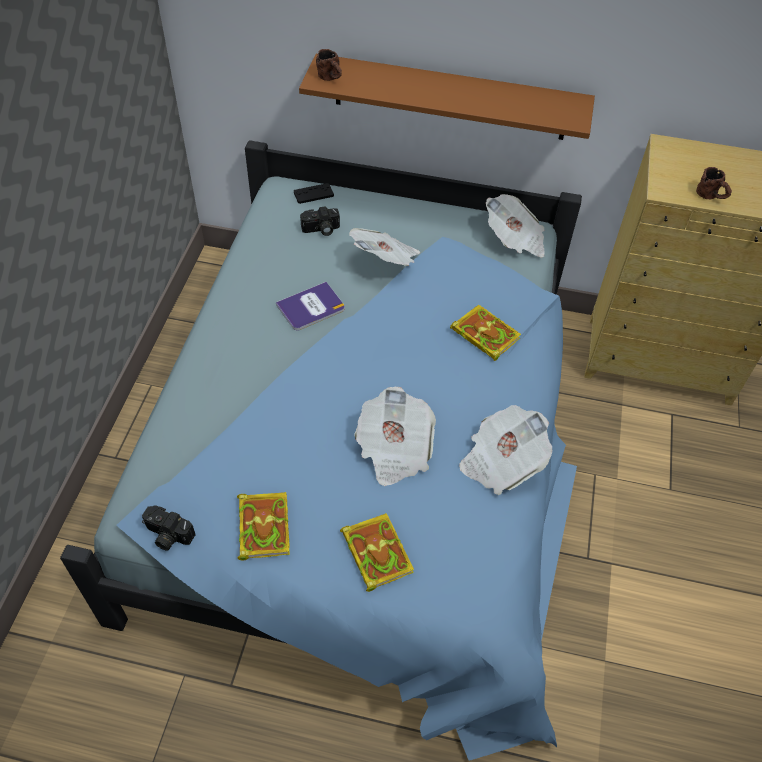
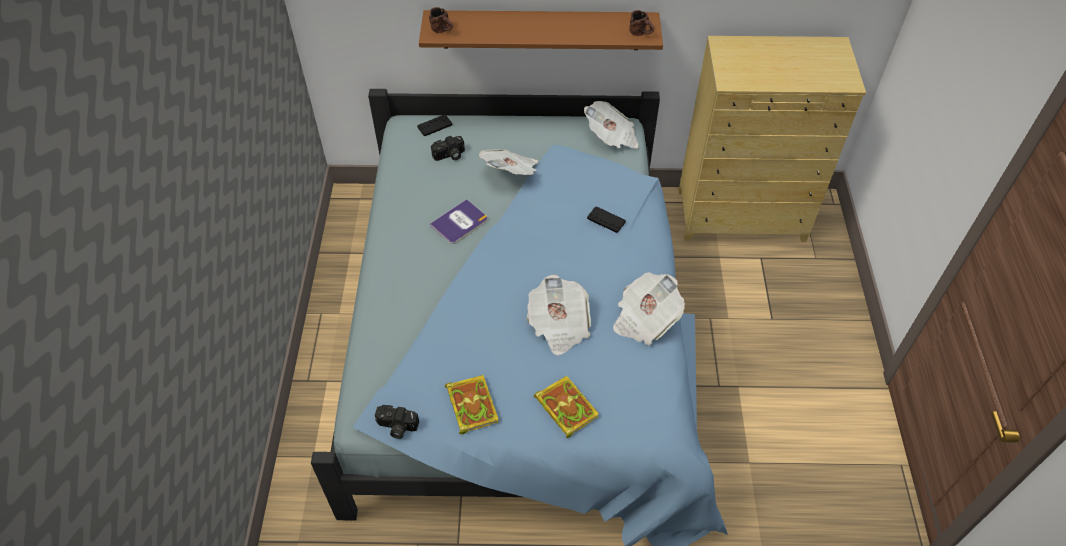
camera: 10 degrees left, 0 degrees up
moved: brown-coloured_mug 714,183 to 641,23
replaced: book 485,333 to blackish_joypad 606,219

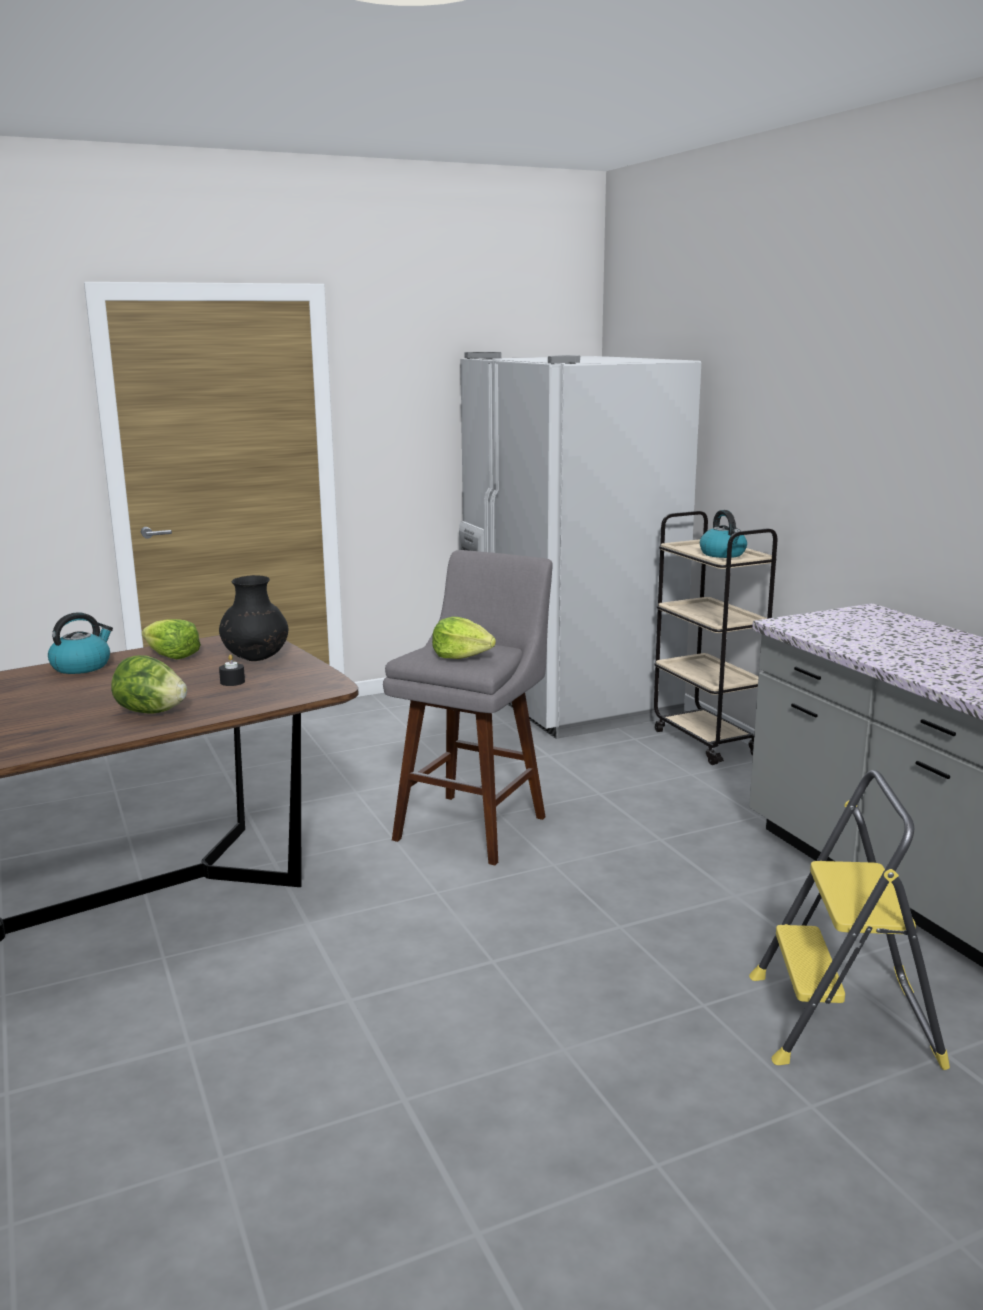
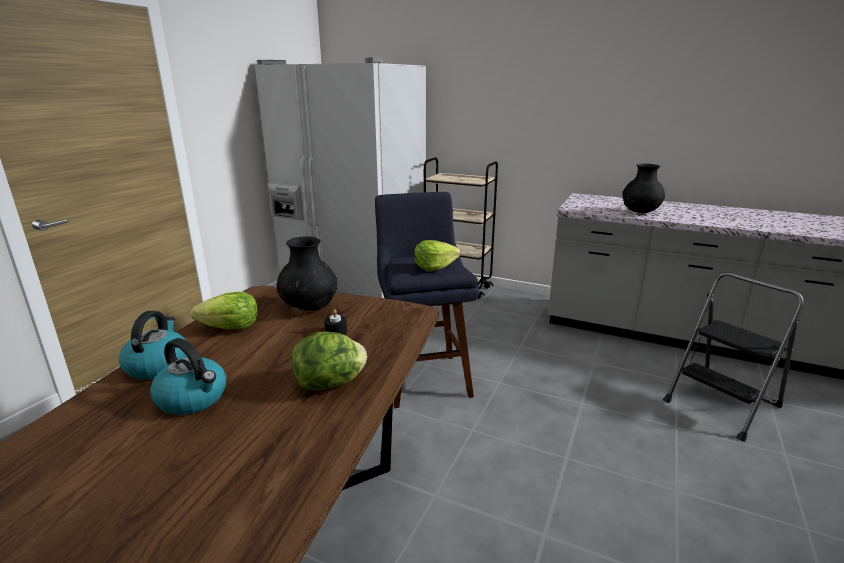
camera: 40 degrees left, 5 degrees up
added: blackish_flower_vase 643,188
moved: water_kettle 723,534 to 188,376
recoloured: grey_stool 468,707 to bluish_stool 427,300; yellow_step_stool 849,920 to blackish_step_stool 733,357

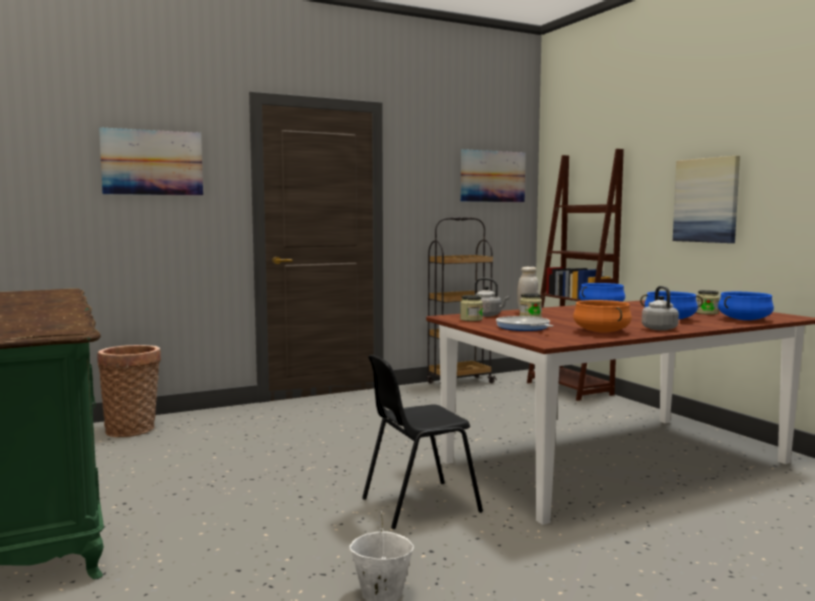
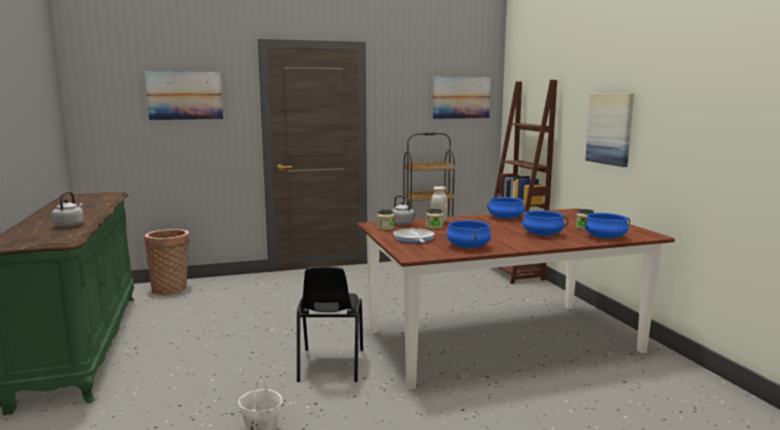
camera: 10 degrees right, 5 degrees up
moved: grey_water_kettle 660,308 to 67,209
recoloured: orange-coloured_saucepot 602,316 to bluish_saucepot 469,234
turned: blackish_upright_chair 422,442 = 330,324 75 degrees counterclockwise

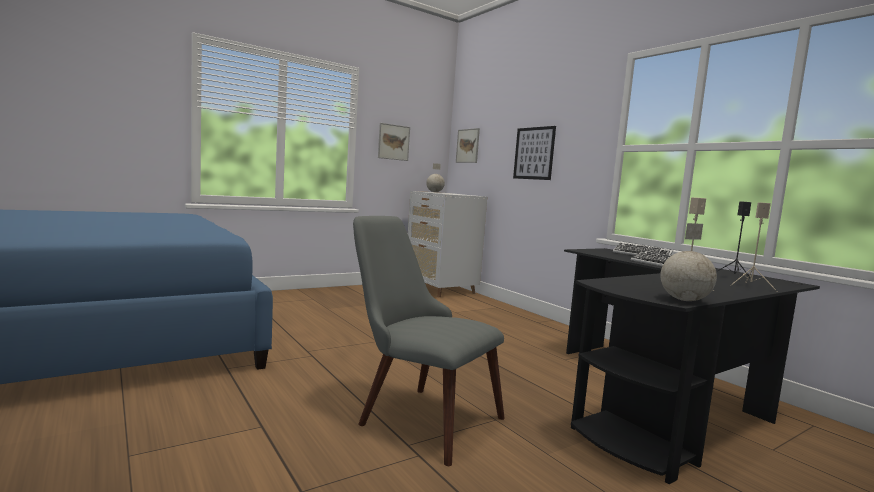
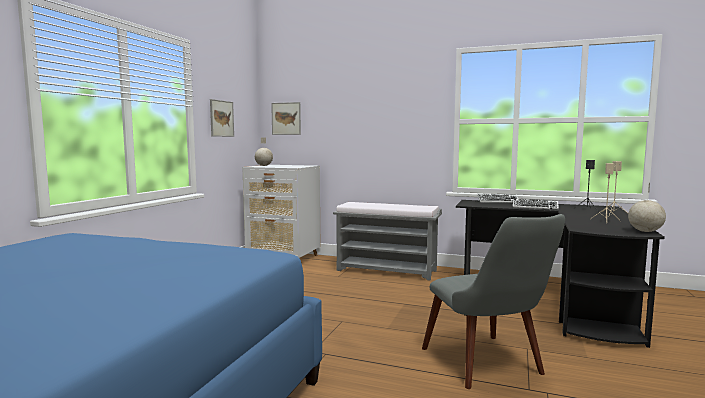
camera: 35 degrees left, 0 degrees up
removed: wall_art 534,153
added: grey_indoor_bench 387,241
turned: grey_upright_chair 429,341 = 493,301 105 degrees counterclockwise

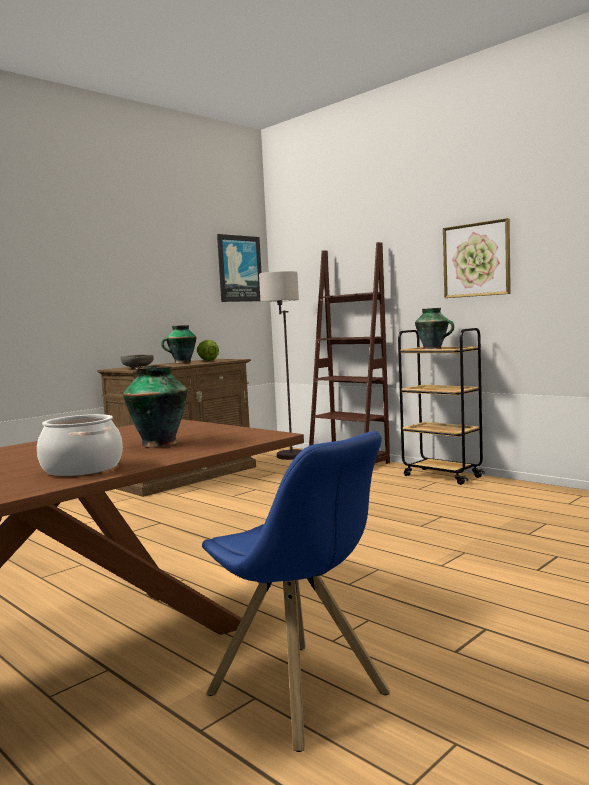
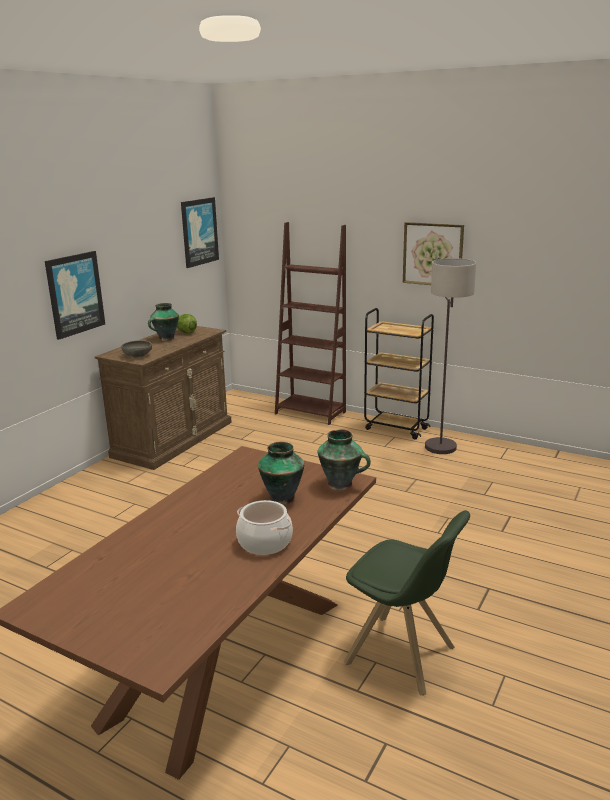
camera: 15 degrees left, 15 degrees up
added: wall_art 75,295
moved: grey_standing_lamp 280,365 to 450,356; flower_vase 434,328 to 344,460
recoloured: bluish_upright_chair 296,591 to green_upright_chair 407,602

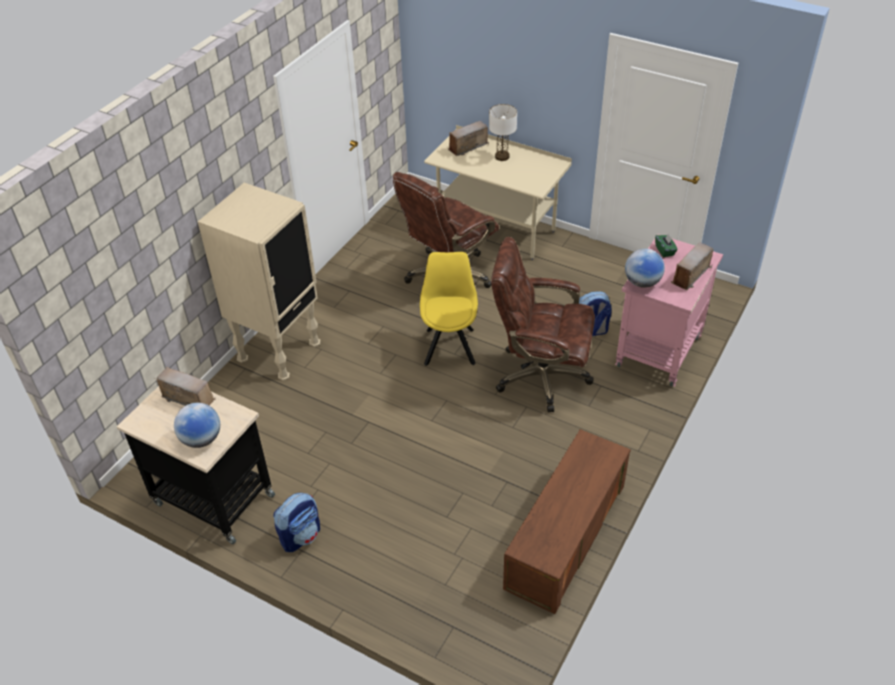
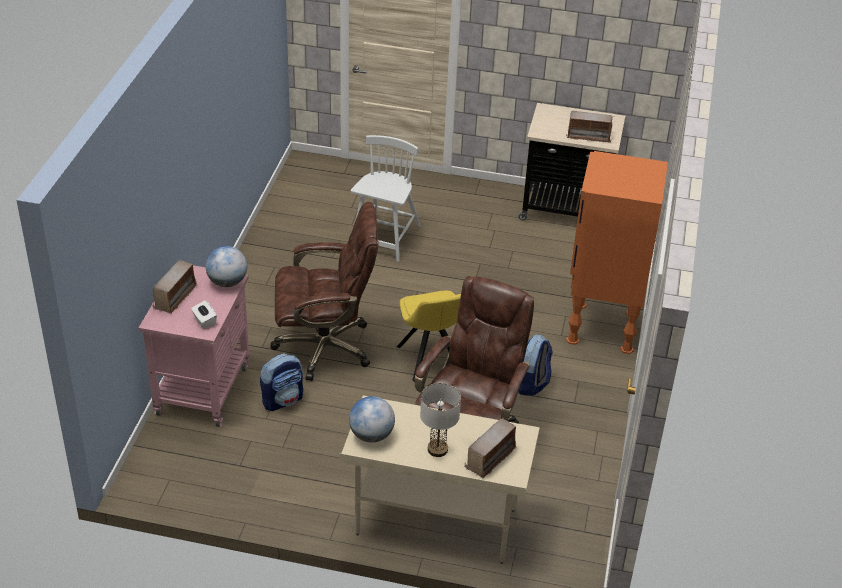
camera: 160 degrees right, 5 degrees down
removed: brown-coloured_indoor_bench 567,521
added: white-coloured_upright_chair 386,198
moved: globe 197,425 to 372,419; knapsack 296,522 to 535,365
recoloured: beige_cupboard 259,282 to orange-coloured_cupboard 617,252; green_box_of_tissues 666,245 to white-coloured_box_of_tissues 204,314

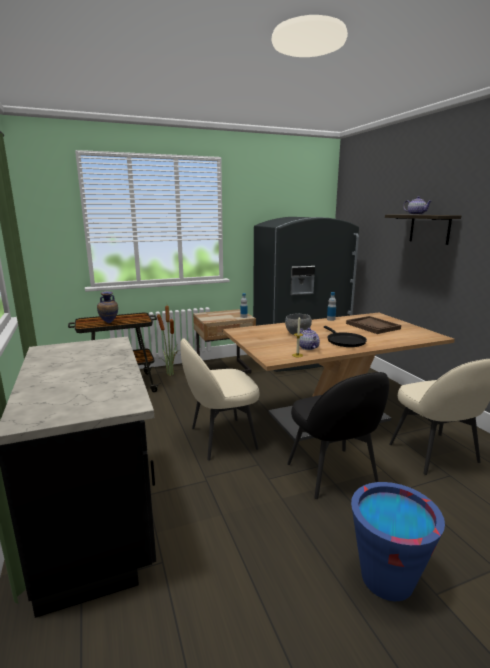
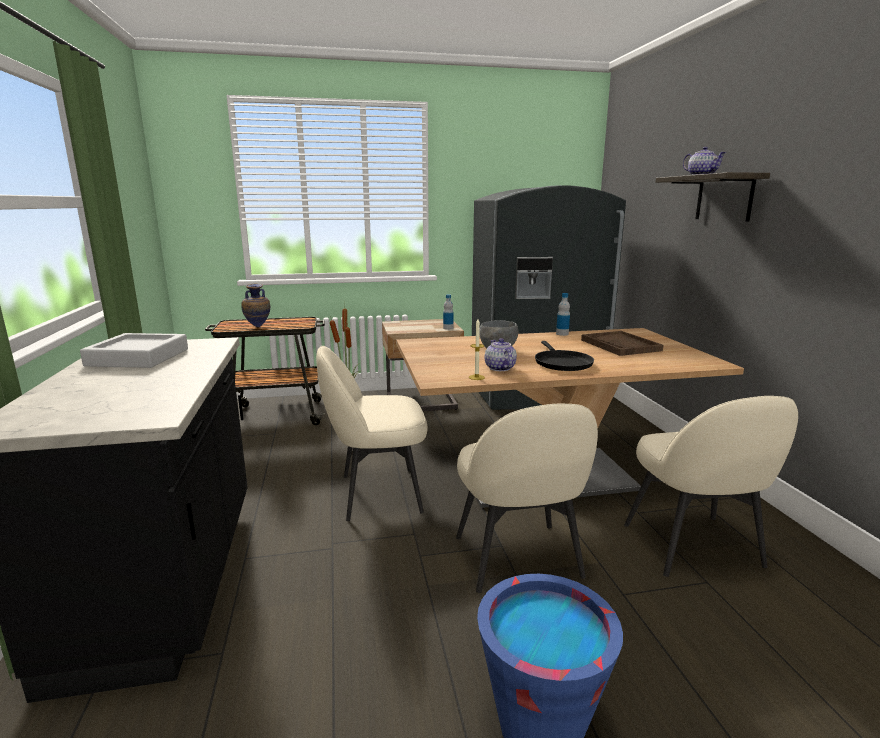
camera: 10 degrees right, 0 degrees up
added: grey_carrying_tray 134,350
recoloured: blackish_upright_chair 338,435 to beige_upright_chair 527,498

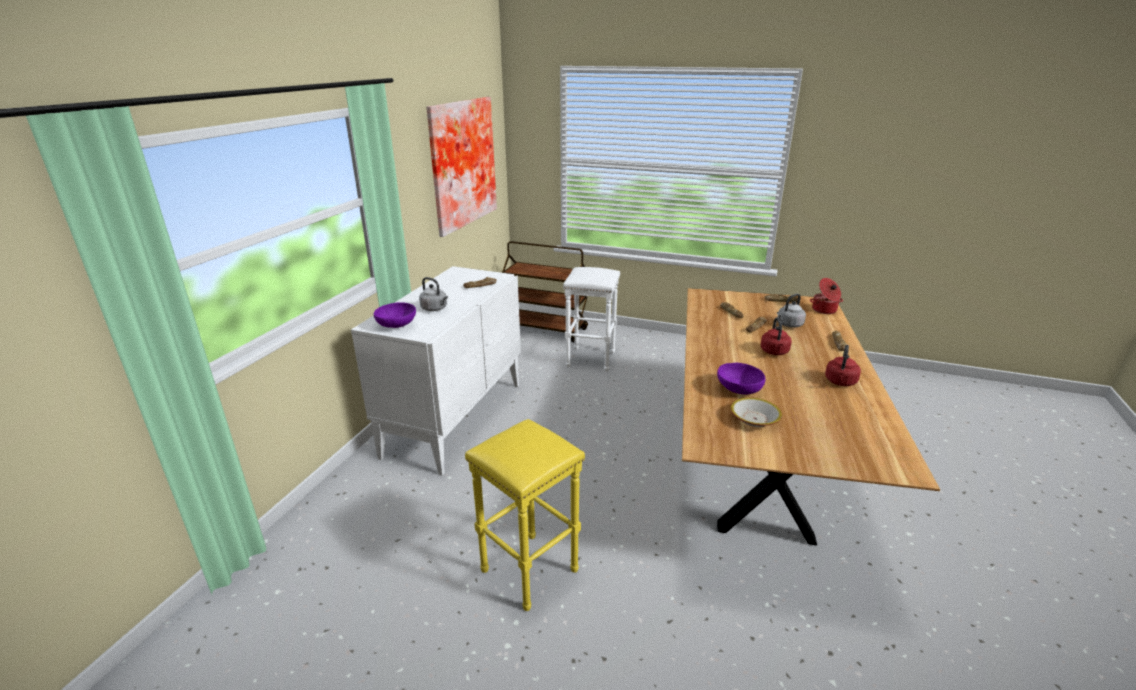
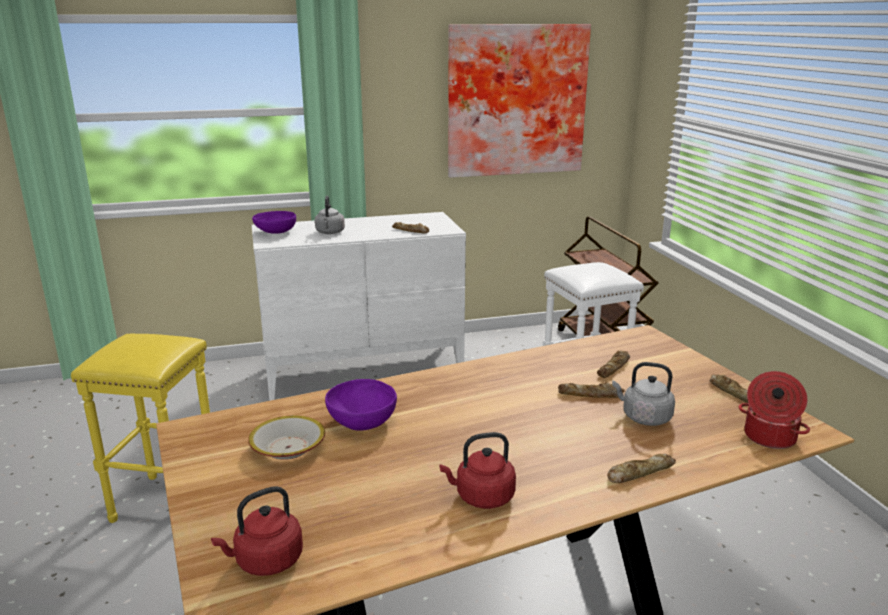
camera: 55 degrees right, 5 degrees down
moved: red-coloured_water_kettle 776,336 to 257,531

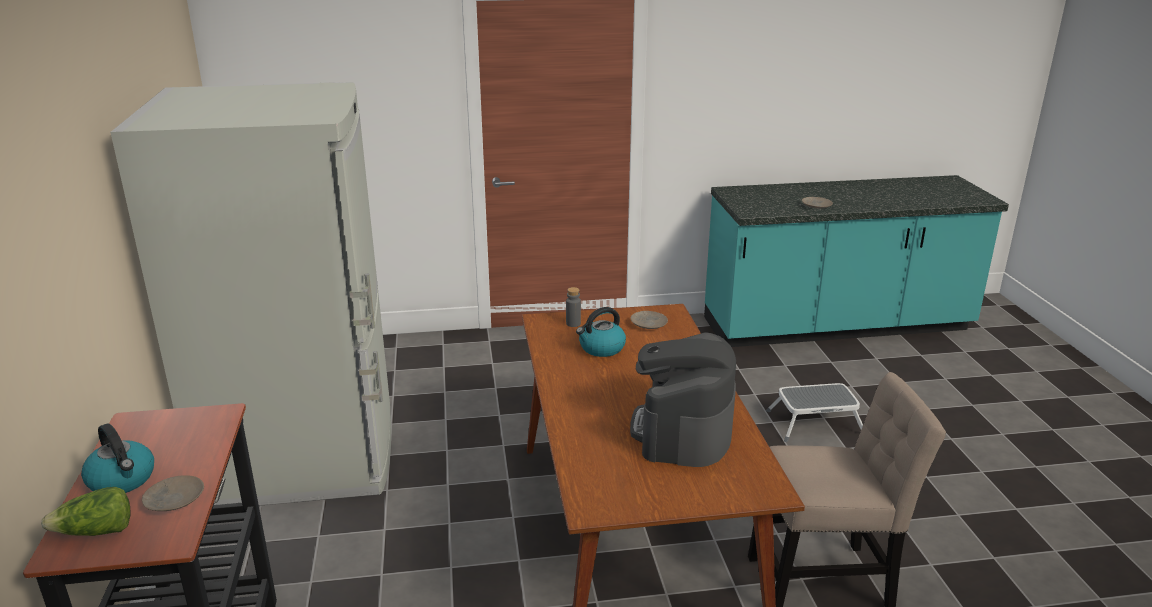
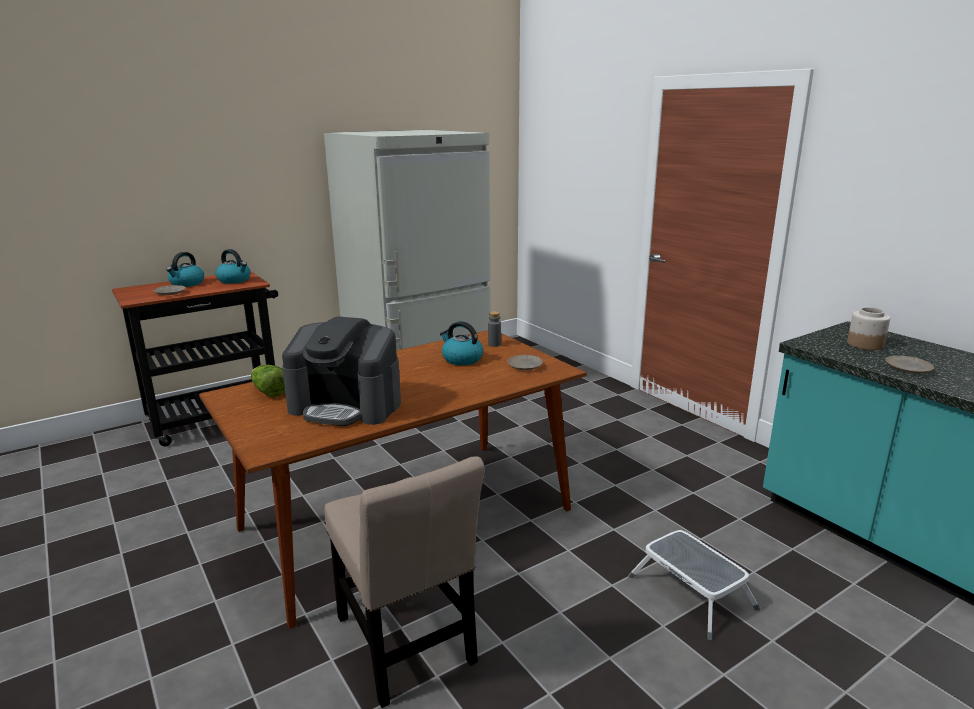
camera: 65 degrees right, 5 degrees down
added: water_kettle 233,266; jar 868,328
moved: lettuce 86,511 to 268,381
turned: coffee_machine 683,399 = 341,371 150 degrees counterclockwise

